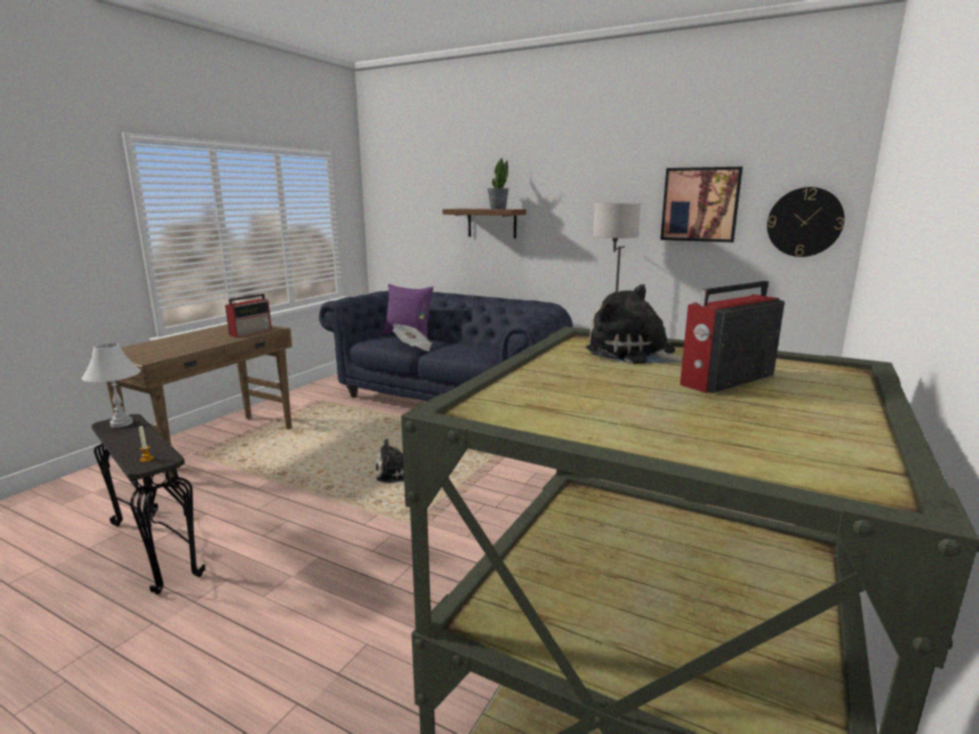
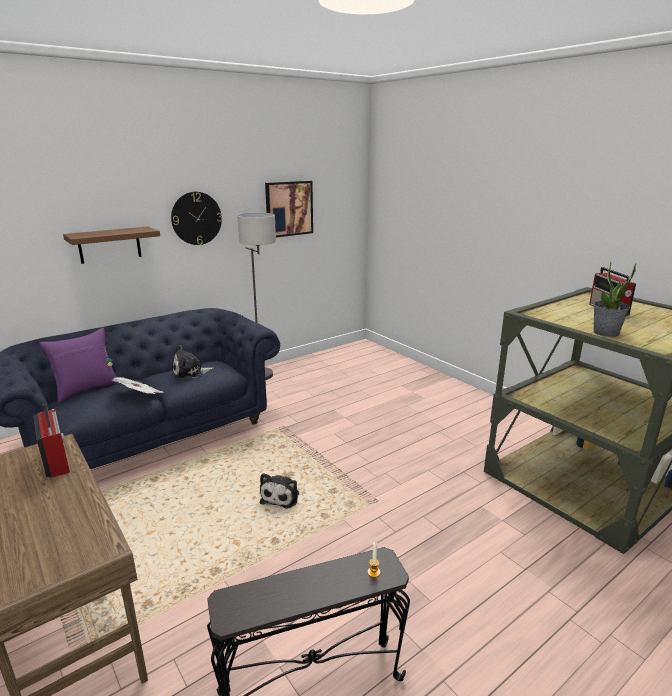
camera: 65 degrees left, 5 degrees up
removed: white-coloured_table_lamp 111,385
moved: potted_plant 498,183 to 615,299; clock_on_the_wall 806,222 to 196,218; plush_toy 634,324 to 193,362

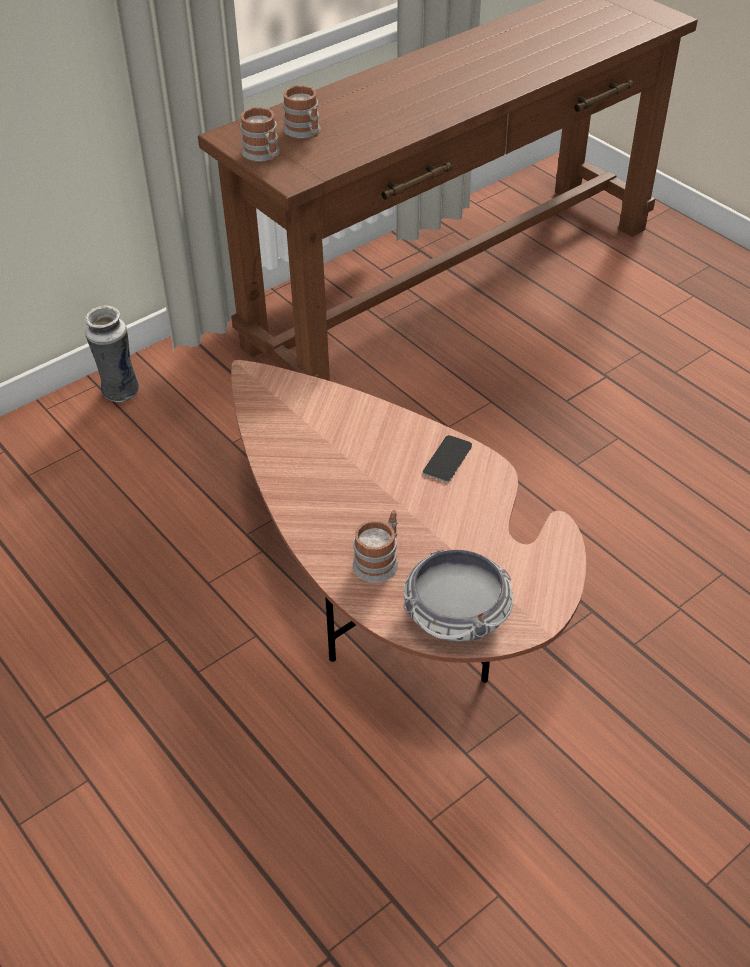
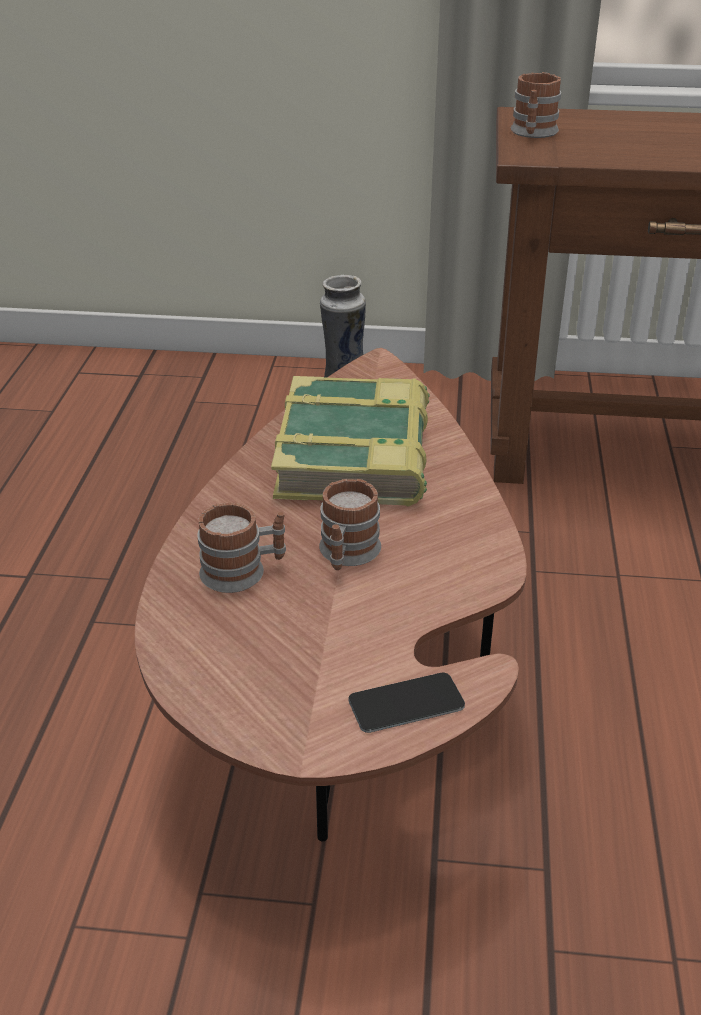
camera: 45 degrees right, 10 degrees down
removed: deep_dish 458,596
added: book 350,441
moved: mug 302,112 to 350,524; telephone 447,458 to 407,703

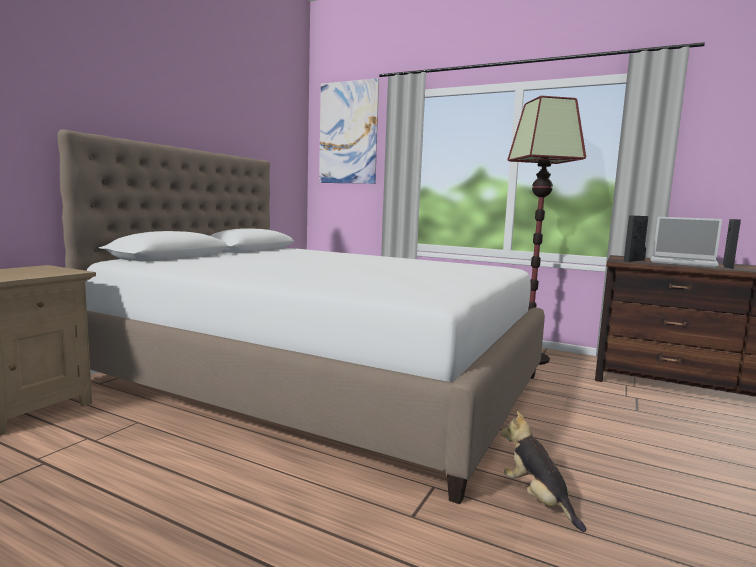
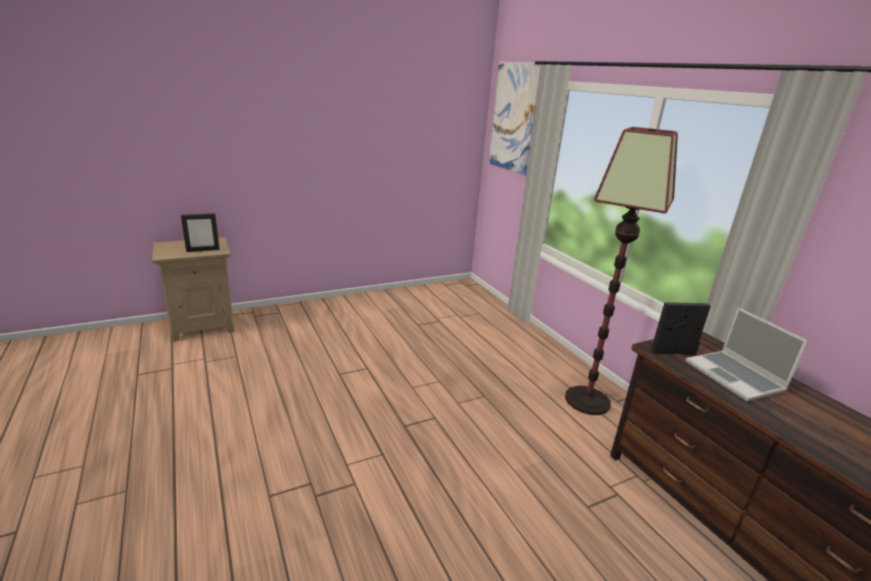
camera: 35 degrees right, 15 degrees up
removed: white-coloured_bed 301,316; plush_toy 543,471
moved: standing_frame 732,243 to 200,232

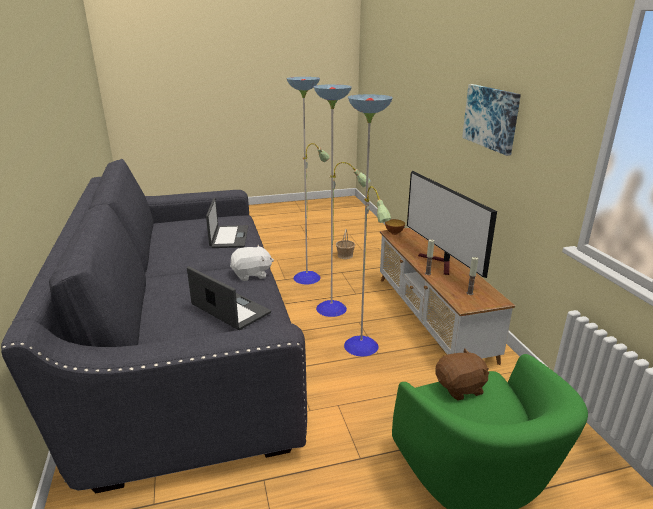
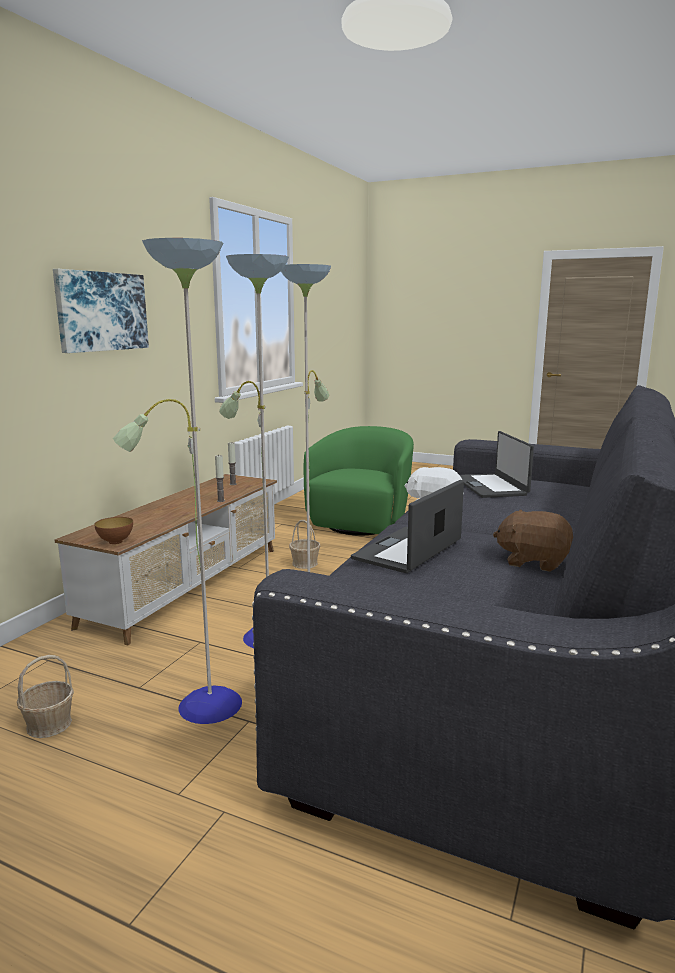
camera: 140 degrees left, 10 degrees down
removed: TV_set 452,224
added: household_basket 304,544
moved: brown-coloured_plush_toy 462,374 to 533,541

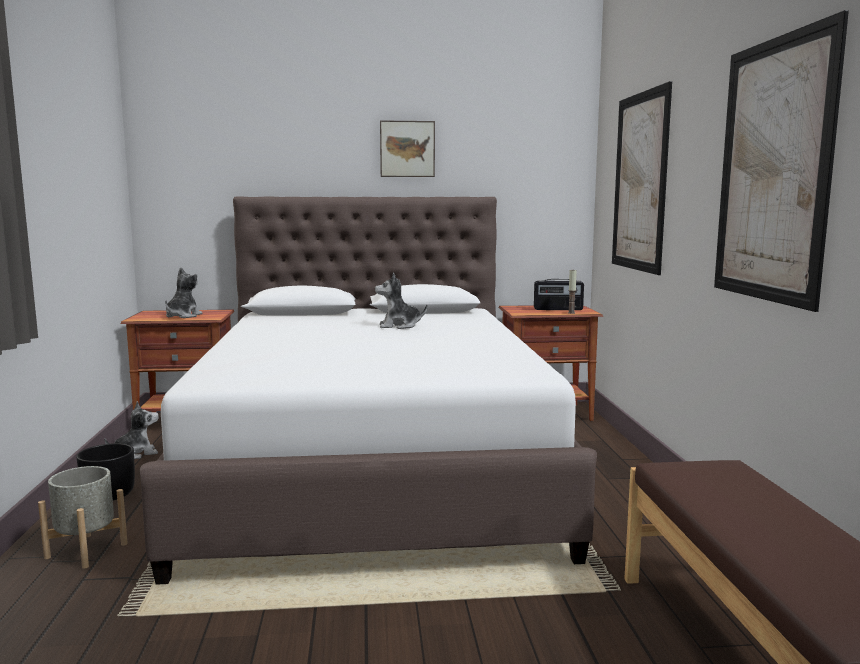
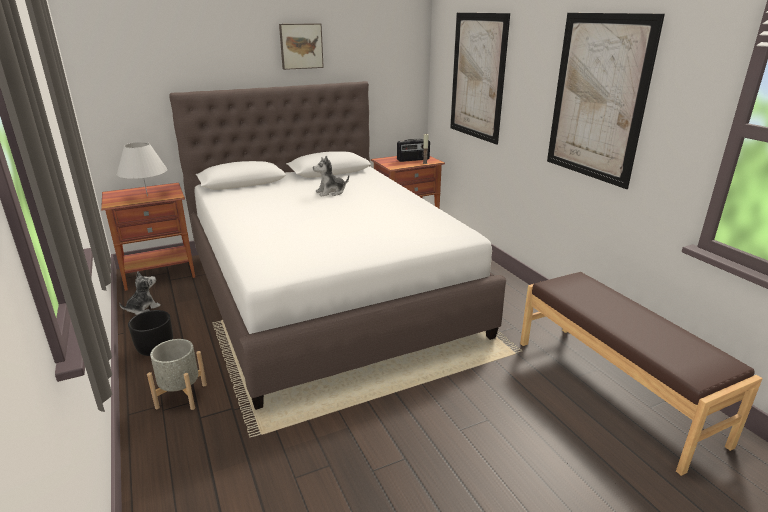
camera: 20 degrees left, 15 degrees up
replaced: plush_toy 183,292 to white-coloured_table_lamp 142,169

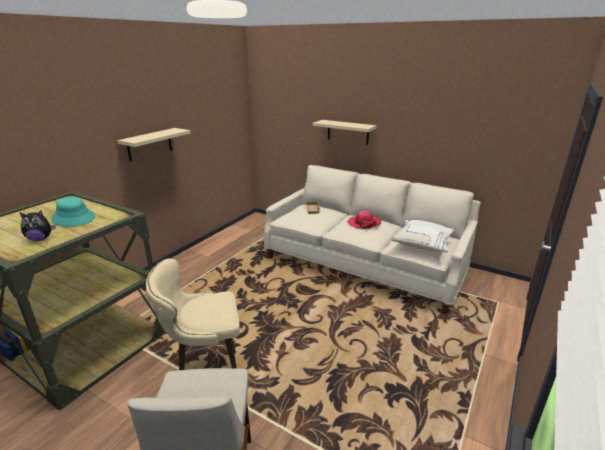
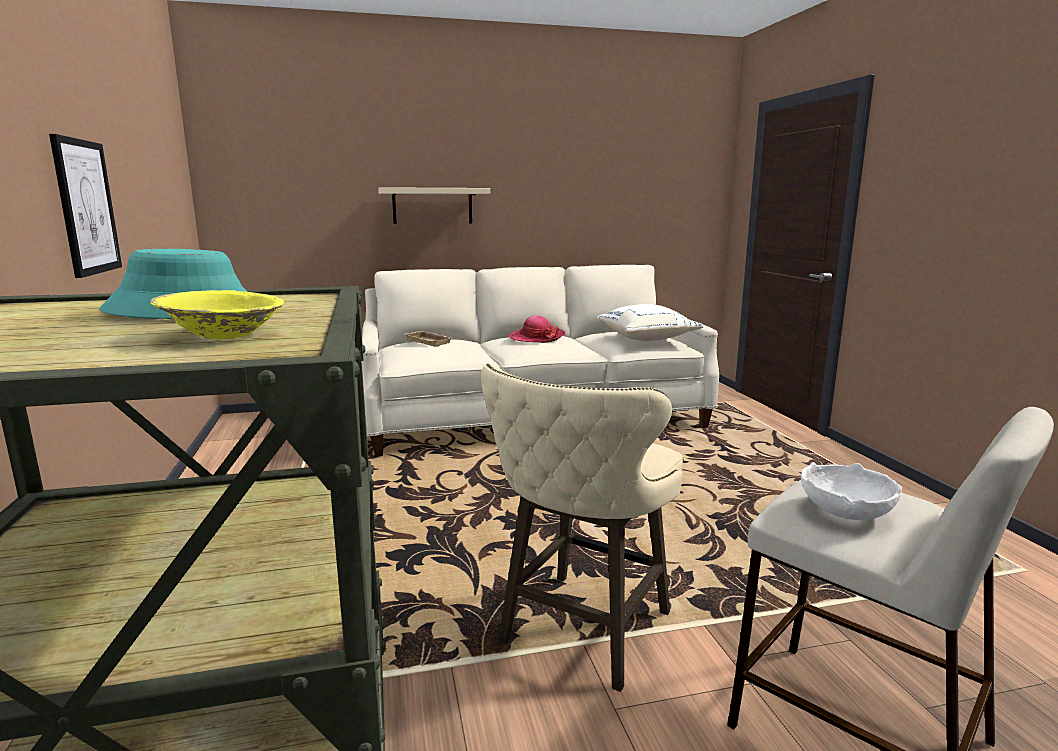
camera: 45 degrees left, 10 degrees down
added: white-coloured_deep_dish 851,491
replaced: beige_shelf 154,145 to wall_art 85,206; plush_toy 37,226 to yellow_deep_dish 217,314

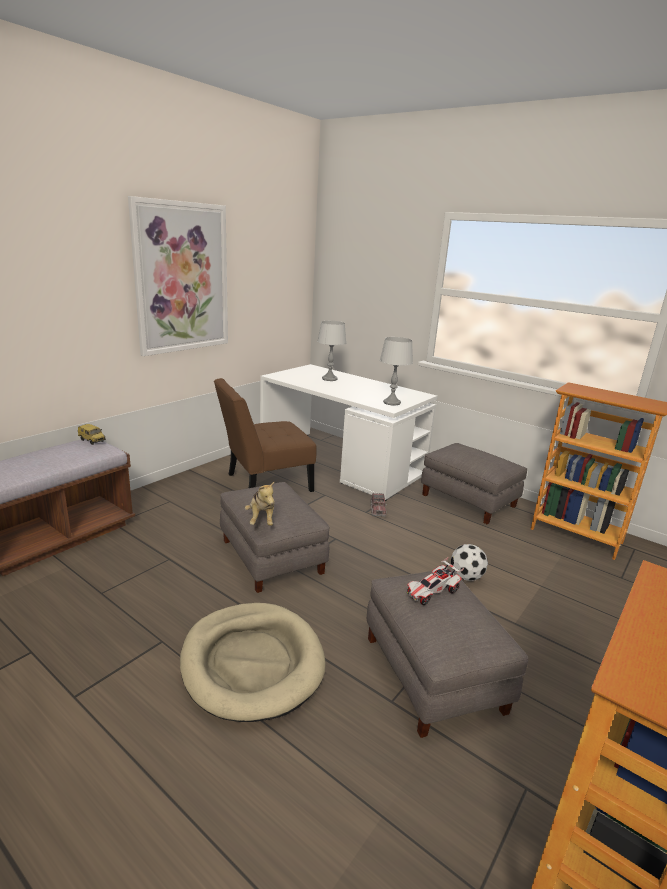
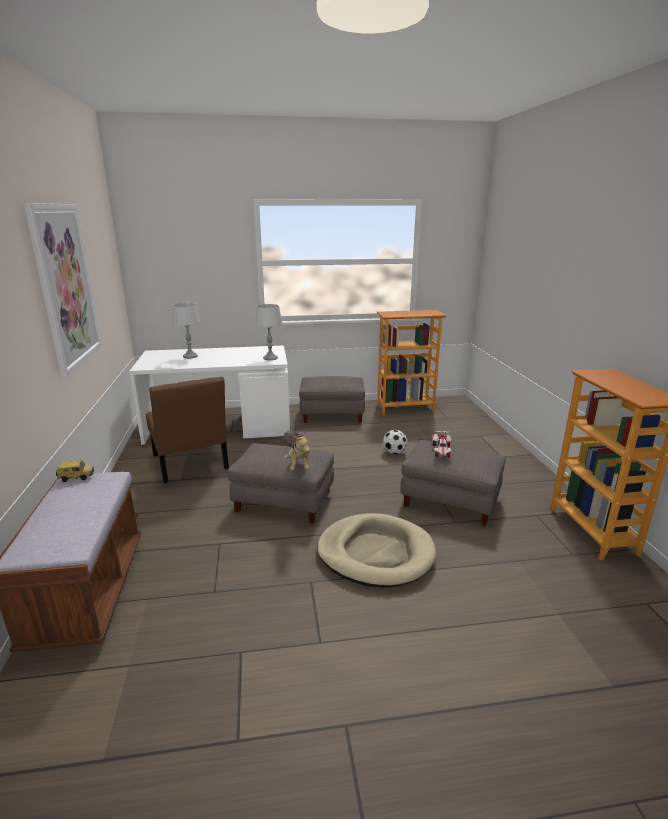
camera: 45 degrees left, 0 degrees up
turned: brown-coloured_upright_chair 265,435 = 187,429 45 degrees counterclockwise; plush_toy 260,503 = 297,451 45 degrees clockwise

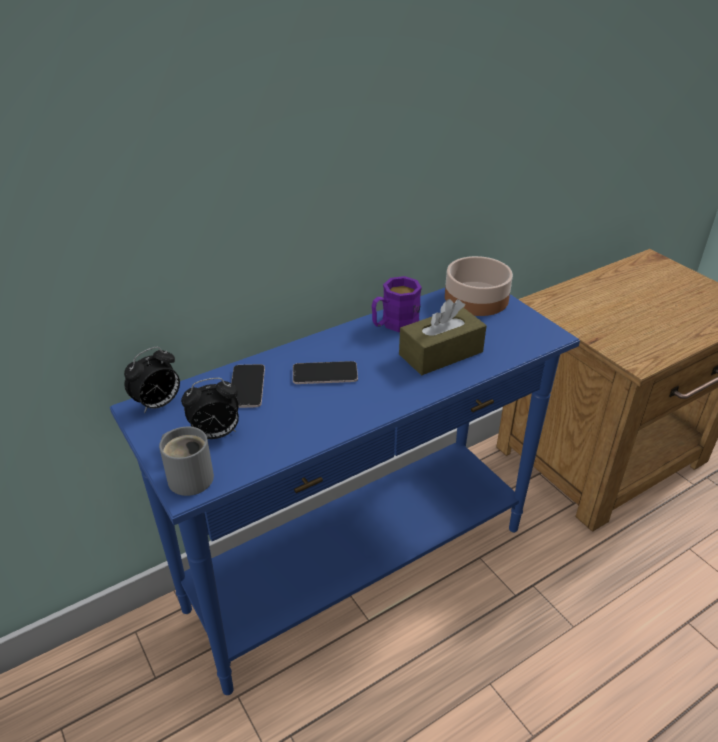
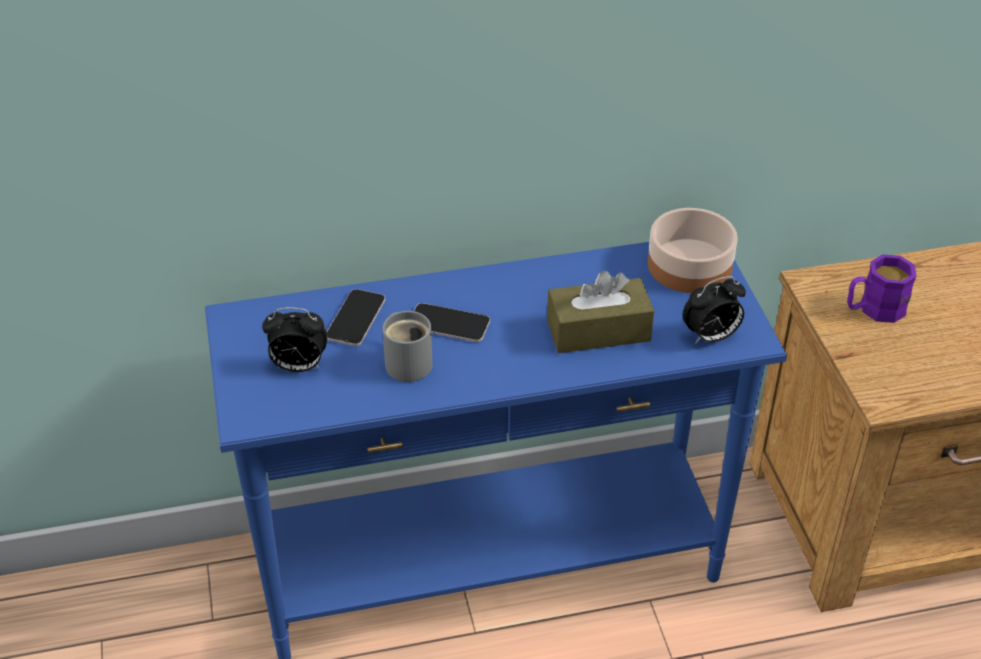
camera: 20 degrees right, 5 degrees up
moved: purple-coloured_mug 397,304 to 882,288; bedside_clock 152,380 to 714,310; grey_mug 186,461 to 408,346

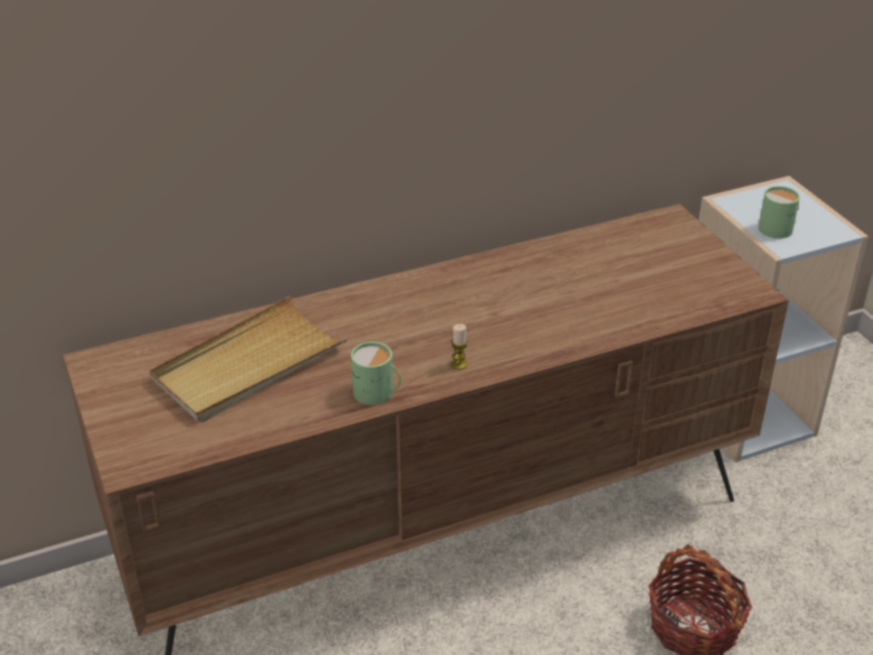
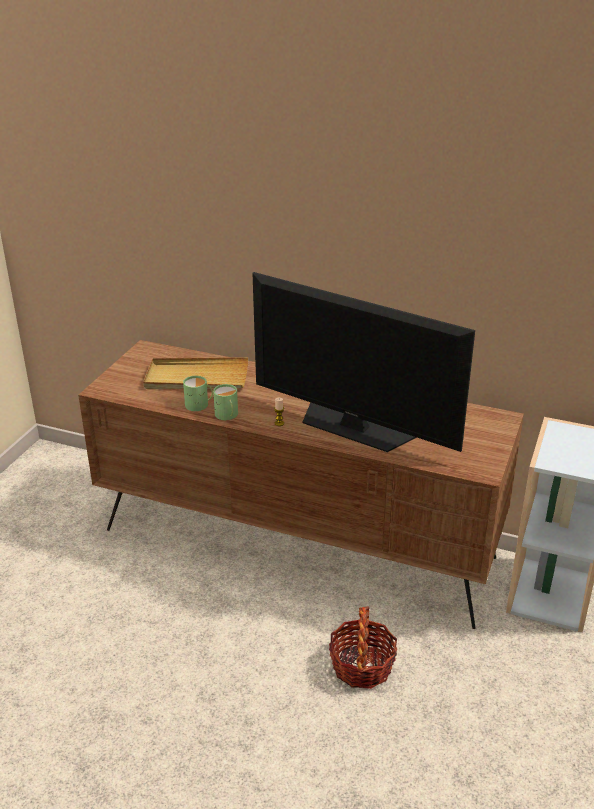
camera: 45 degrees right, 5 degrees down
added: TV_set 363,362
moved: green_mug 779,212 to 198,393

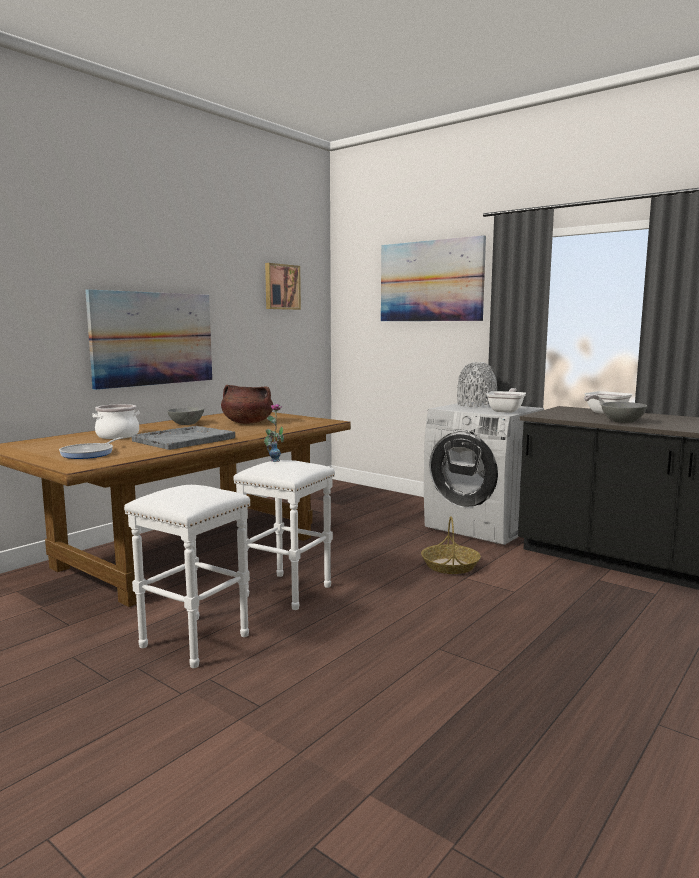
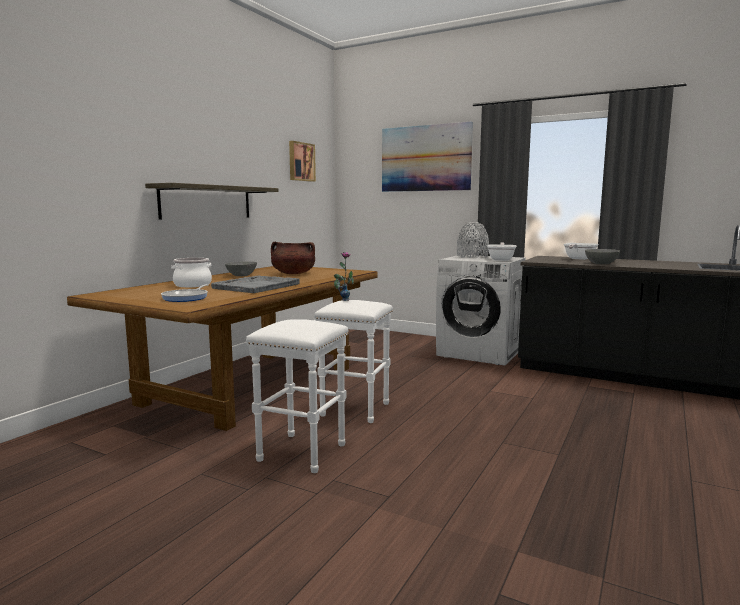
camera: 10 degrees left, 0 degrees up
removed: household_basket 451,545
replaced: wall_art 148,339 to shelf 212,201

